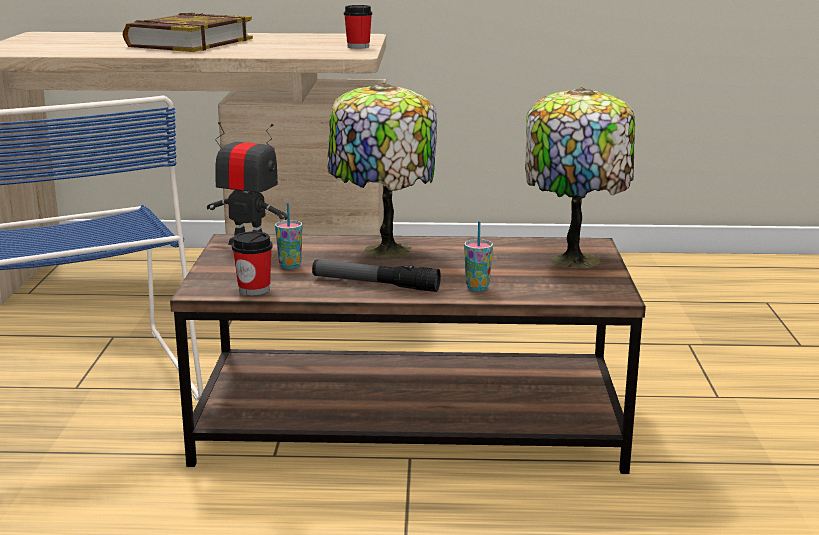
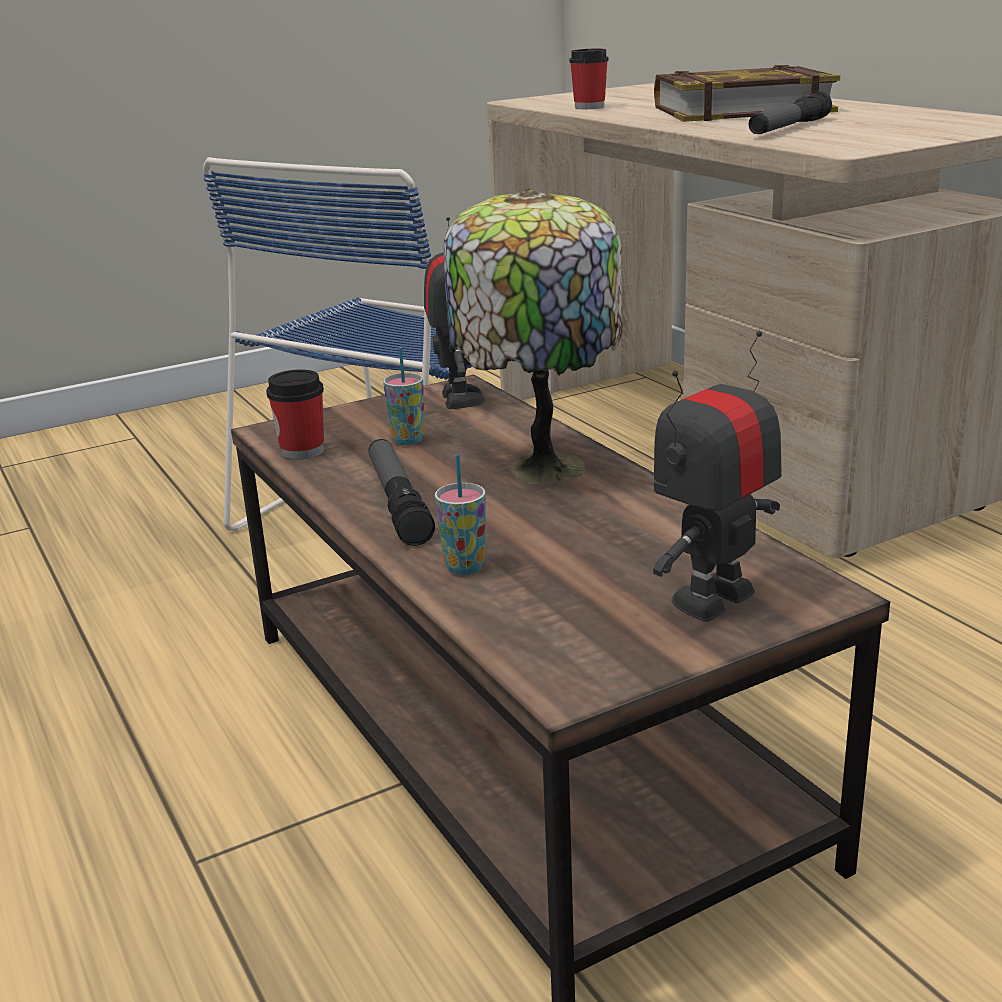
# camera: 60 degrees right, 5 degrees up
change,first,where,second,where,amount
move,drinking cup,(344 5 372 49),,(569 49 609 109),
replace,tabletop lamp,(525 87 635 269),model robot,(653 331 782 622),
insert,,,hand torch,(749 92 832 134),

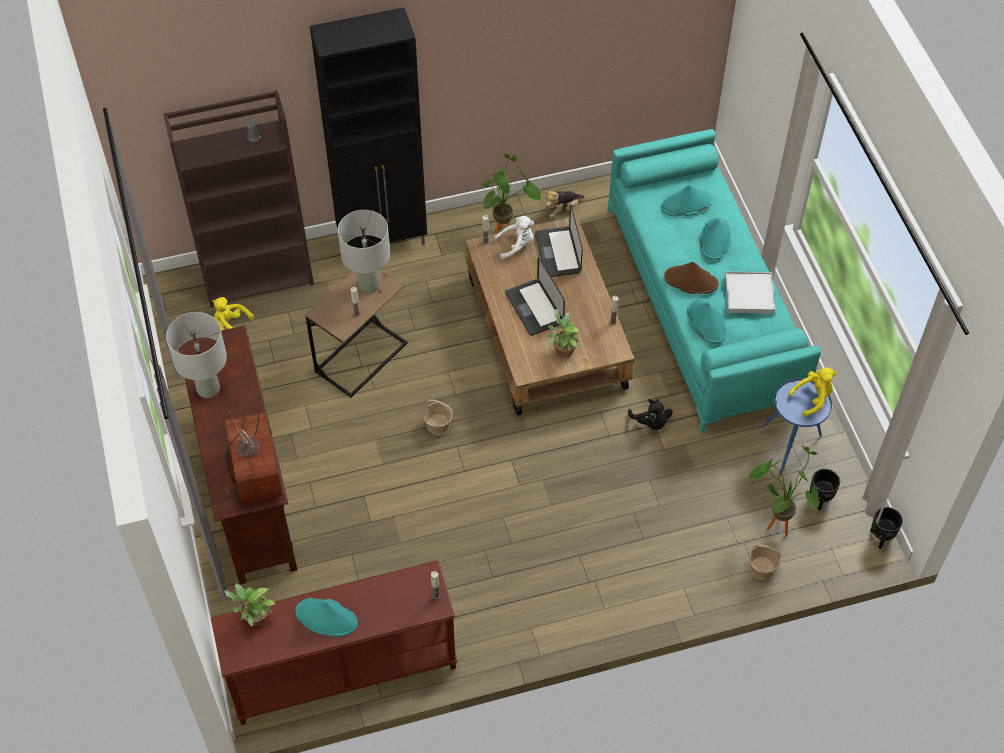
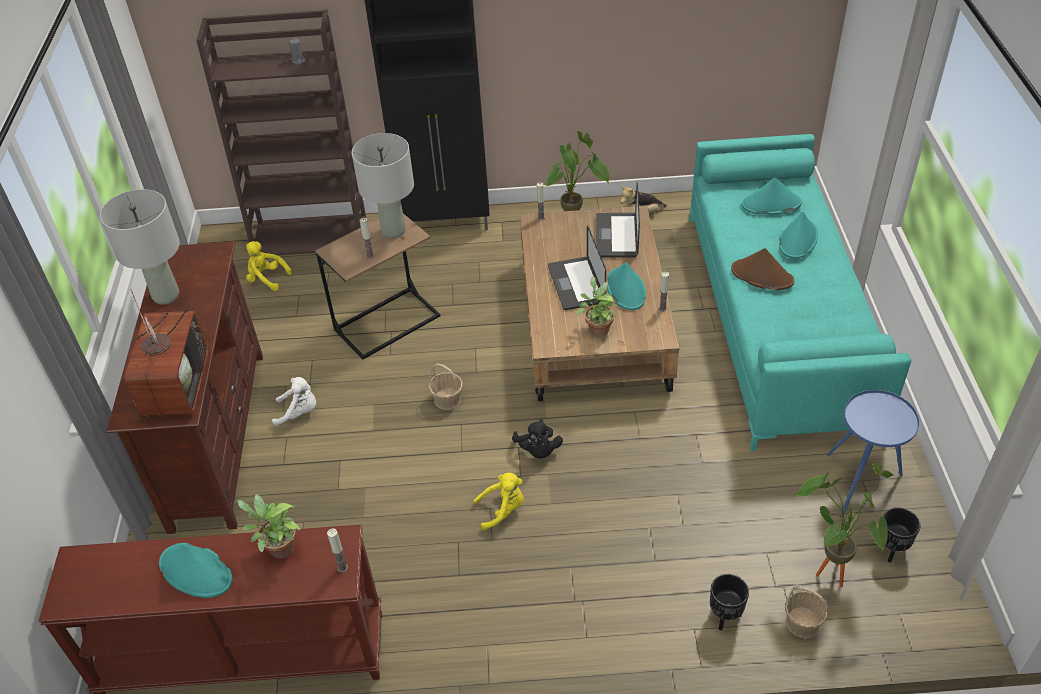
# camera: 15 degrees right, 10 degrees down
change,first,where,second,where,amount
move,potted plant,(224 583 276 626),,(237 494 300 559),
move,white-coloured cuddly toy,(494 216 534 259),,(272 377 316 426),
move,blackish cuddly toy,(628 399 673 430),,(512 419 563 459),
move,blue-green clothing hat,(687 300 726 344),,(607 262 646 310),
delete,white-coloured serving tray,(725 272 775 314),,,
move,yellow-coloured cuddly toy,(788 367 837 417),,(474 473 524 530),
move,blackish planter,(870 507 903 549),,(710 574 749 631),

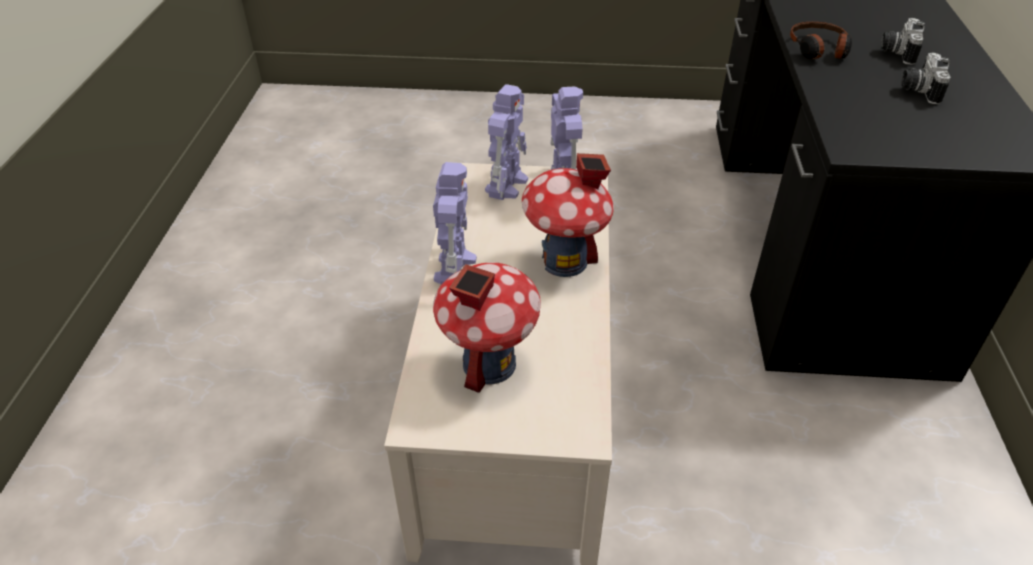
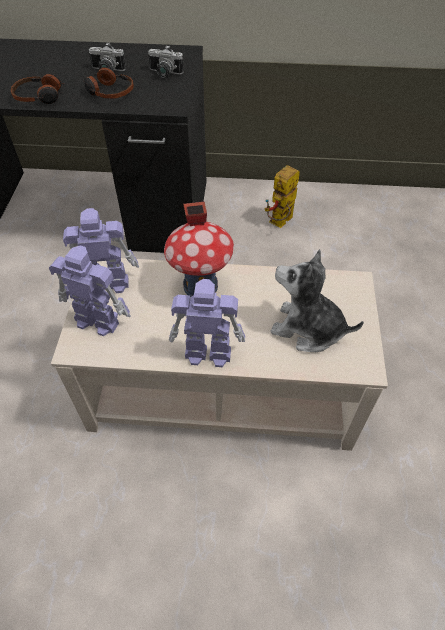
# camera: 90 degrees left, 10 degrees up
change,first,where,second,where,amount
replace,toy house,(433 262 541 393),cuddly toy,(270 249 364 352),
move,still camera,(880 18 925 65),,(148 45 184 78),
insert,,,pair of headphones,(83 67 134 99),
insert,,,model robot,(264 165 300 228),

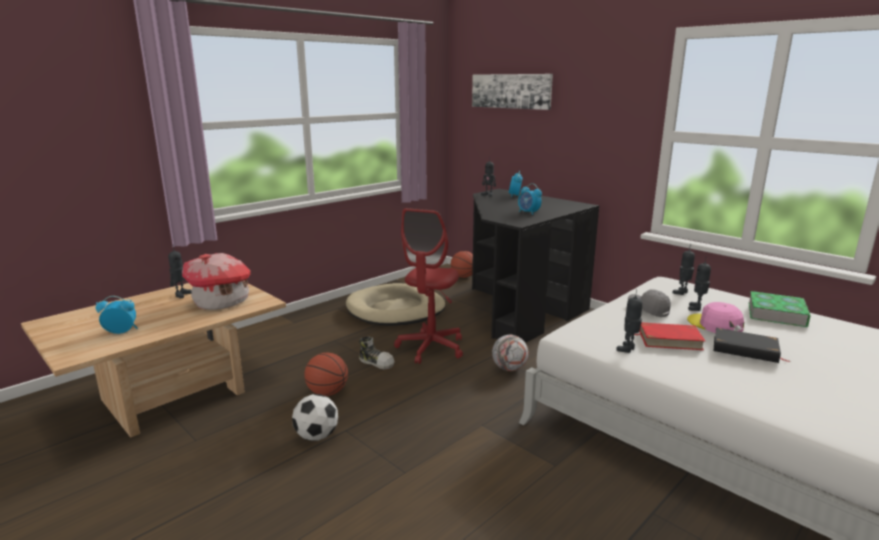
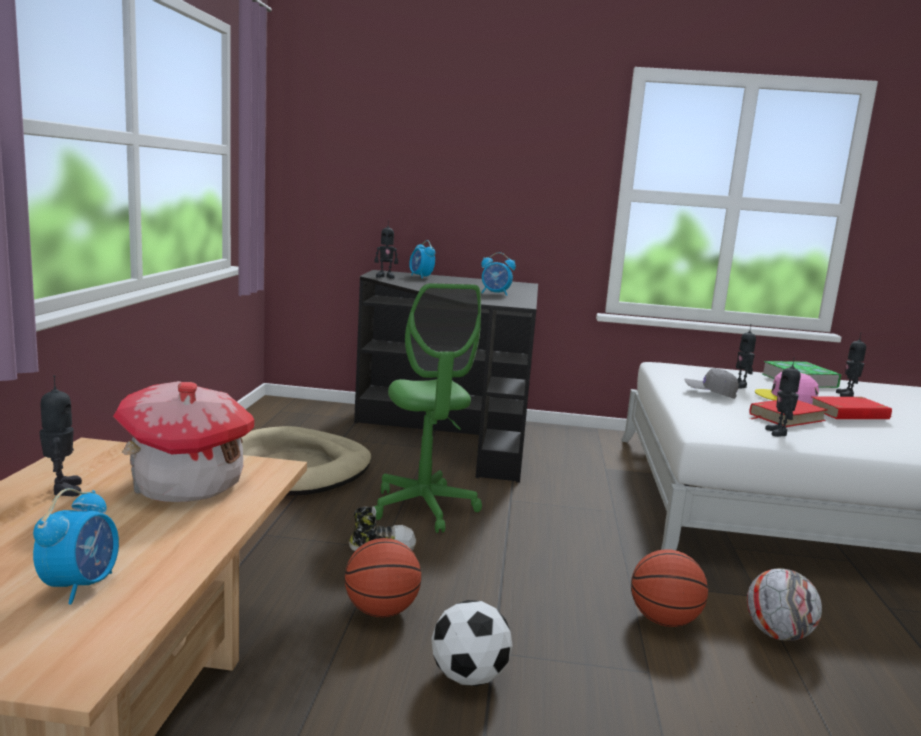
# camera: 40 degrees left, 5 degrees down
change,first,where,second,where,amount
rotate,alarm clock,(96 296 138 334),,(33 488 119 605),150 degrees clockwise
recolor,red computer chair,(394 208 463 364),green-coloured computer chair,(374 283 482 533),
move,basketball,(451 251 473 278),,(631 549 708 627),
delete,wall picture,(472 74 553 110),,,
move,football ball,(492 335 529 371),,(747 568 822 641),
move,model robot,(672 244 695 295),,(836 334 866 397),
recolor,blackish bound book,(714 328 789 363),red bound book,(811 396 892 419),

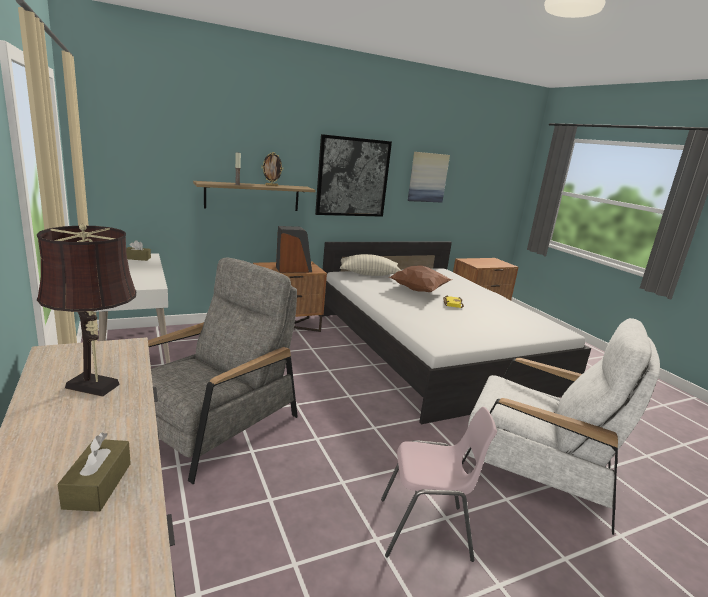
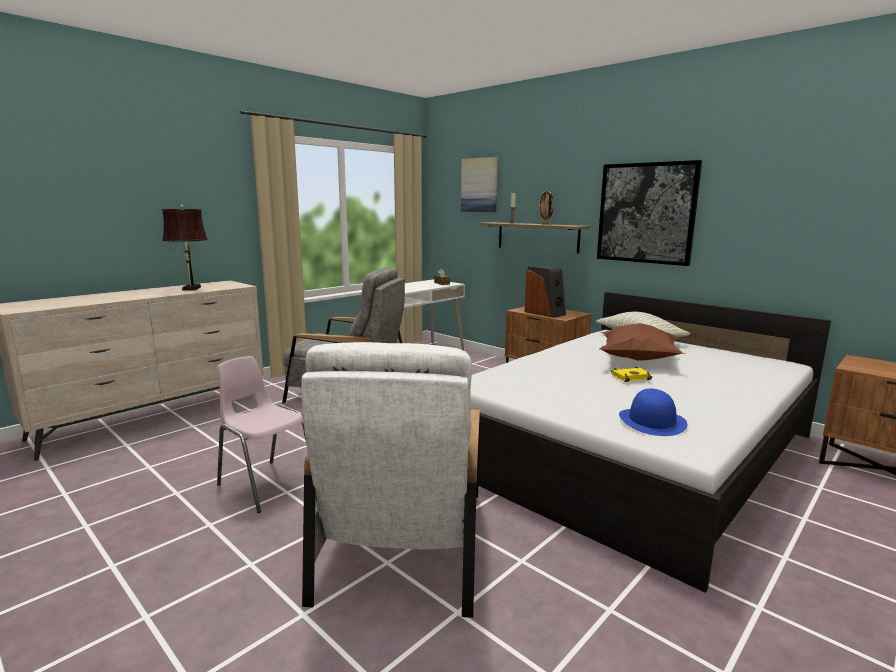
# camera: 70 degrees right, 5 degrees down
change,first,where,second,where,amount
delete,brownish tissue box,(58 432 131 512),,,
rotate,pink-coloured upright chair,(381 407 497 562),,(217 356 307 513),150 degrees clockwise
move,wall picture,(408 152 450 203),,(461 157 498 212),
insert,,,bluish clothing hat,(619 388 687 436),

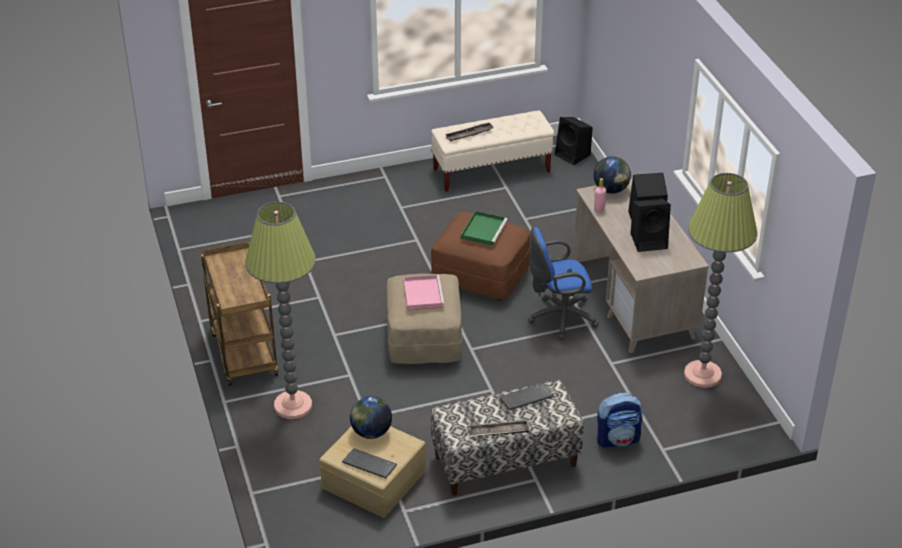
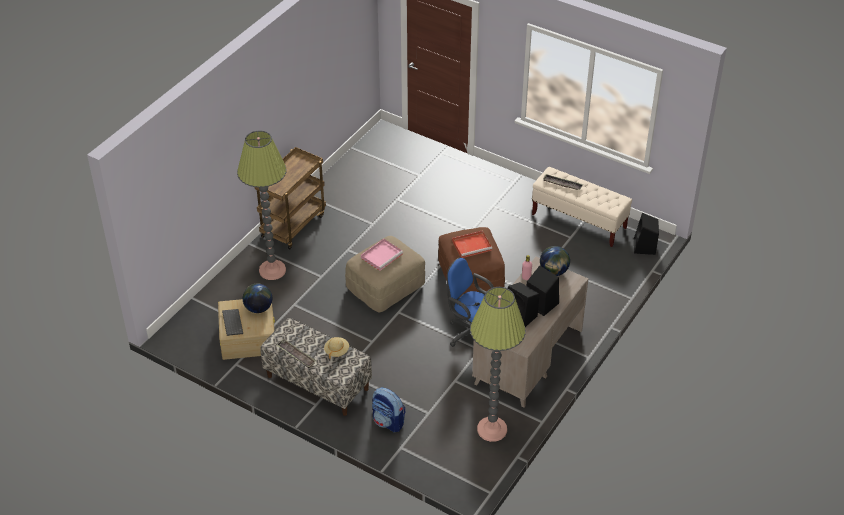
# camera: 50 degrees right, 5 degrees up
change,first,where,second,where,amount
recolor,green-coloured serving tray,(461 211 508 246),red serving tray,(452 231 492 258),
replace,PC keyboard,(499 383 553 410),sand-coloured clothing hat,(324 337 349 359),

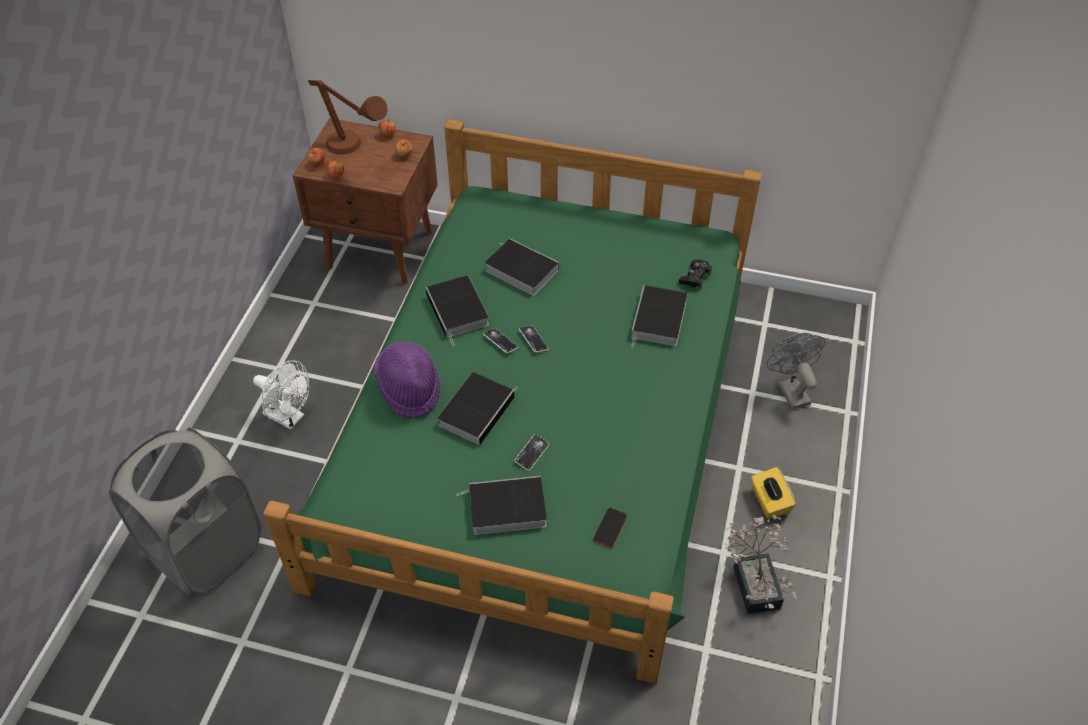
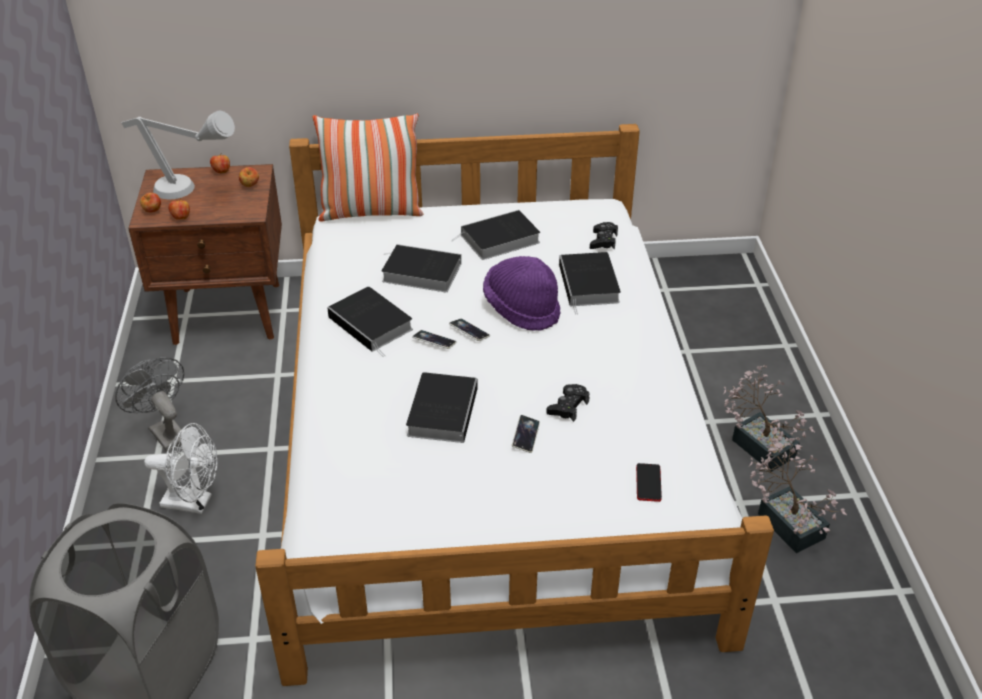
# camera: 20 degrees left, 10 degrees down
change,first,where,second,where,amount
recolor,green-coloured sleeping bed,(263 120 762 684),white-coloured sleeping bed,(255 124 774 686),
recolor,brownish tabletop lamp,(308 80 388 155),greyish tabletop lamp,(121 111 235 199),
move,purple clothing hat,(373 342 441 418),,(483 256 560 331),
move,bound book,(456 476 547 535),,(451 210 540 260),
replace,yellow-coloured tissue box,(751 467 796 518),potted plant,(723 365 815 472),
move,greyish cooling fan,(767 333 825 409),,(115 357 184 452),
insert,,,cushion,(313 114 423 222),
insert,,,blackish gamepad,(546 384 590 422),

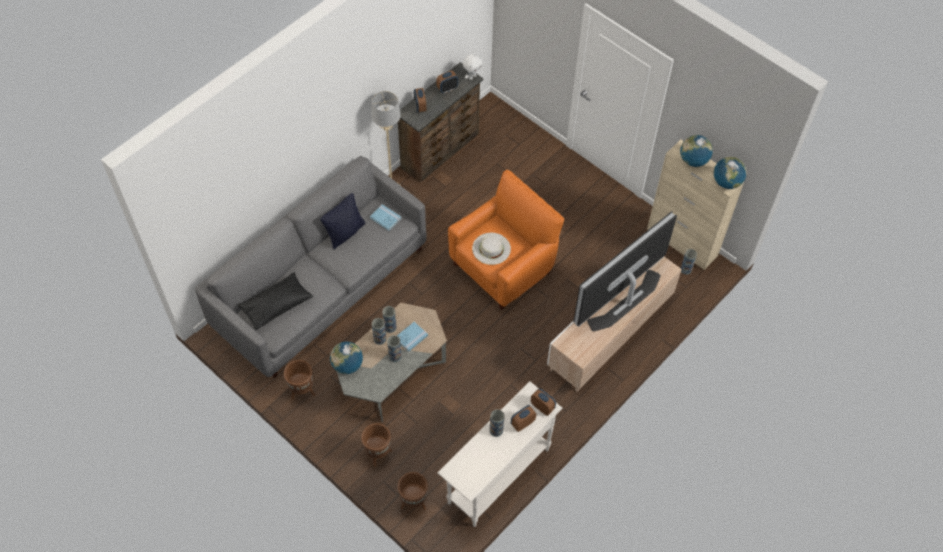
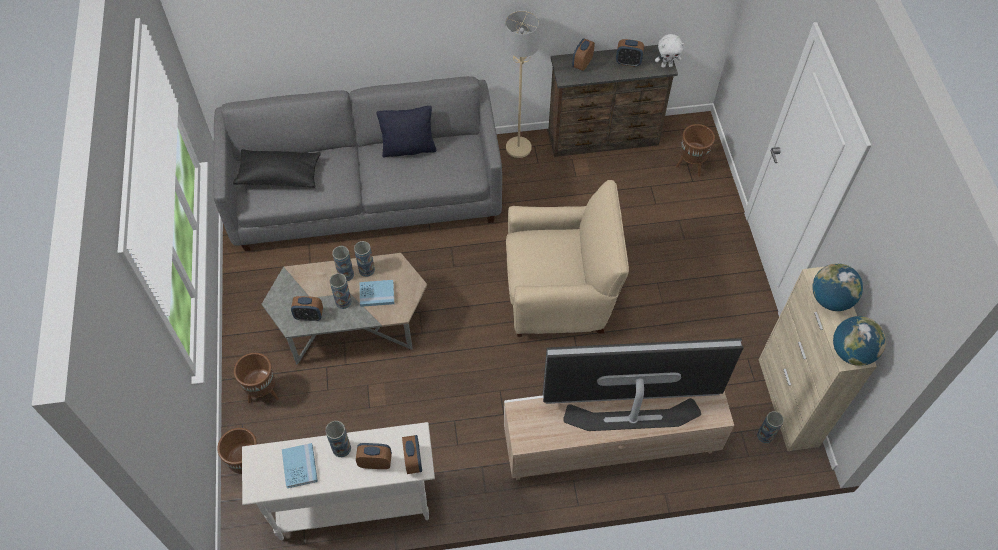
# camera: 40 degrees right, 0 degrees up
change,first,where,second,where,amount
move,brownish planter,(284 360 315 400),,(676 124 715 177),
delete,desk globe,(330 342 363 374),,,
move,bluish bound book,(370 204 401 231),,(282 443 318 488),
recolor,orangey lounge chair,(448 170 564 310),sand-coloured lounge chair,(506 180 629 337),
delete,white-coloured clothing hat,(472 233 511 265),,,
insert,,,alarm clock,(291 296 323 321),

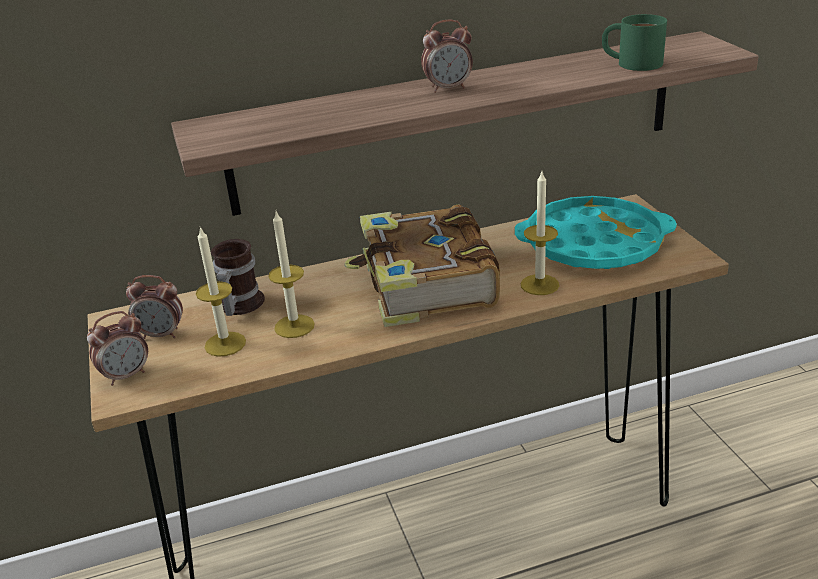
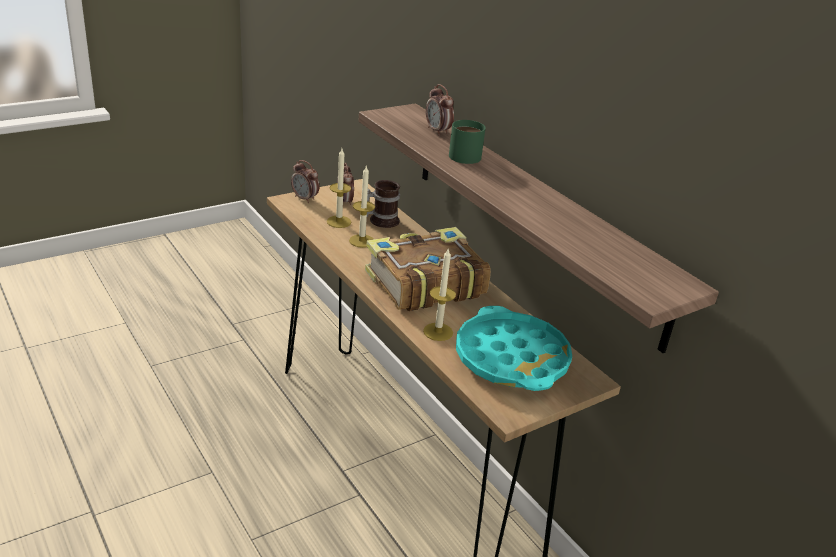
# camera: 70 degrees right, 0 degrees up
change,first,where,second,where,amount
move,alarm clock,(421 20 473 93),,(426 84 454 136),
move,green-coloured tea mug,(602 14 667 71),,(449 120 486 164),

